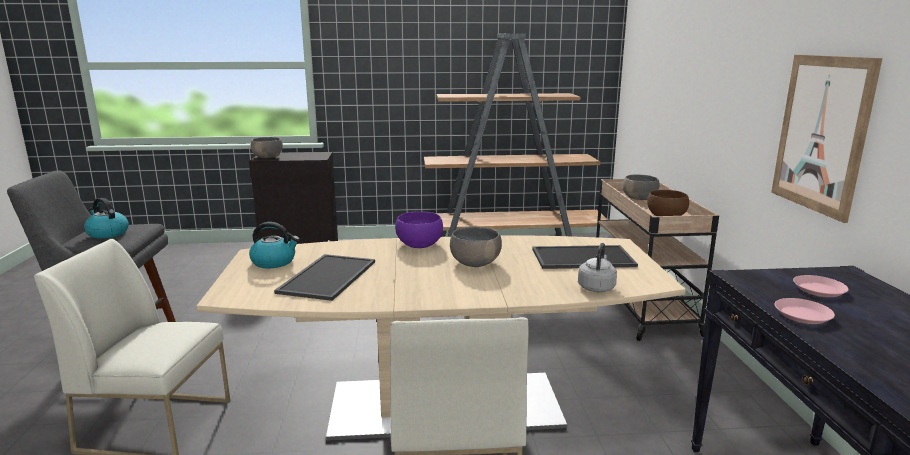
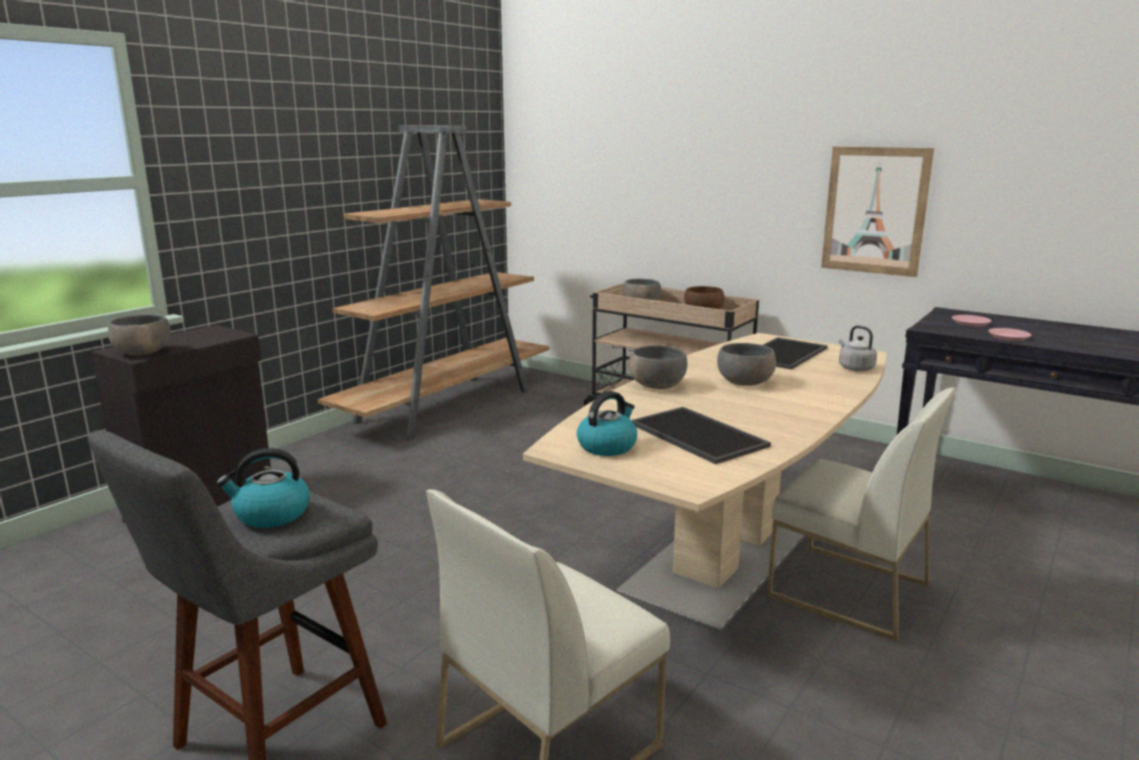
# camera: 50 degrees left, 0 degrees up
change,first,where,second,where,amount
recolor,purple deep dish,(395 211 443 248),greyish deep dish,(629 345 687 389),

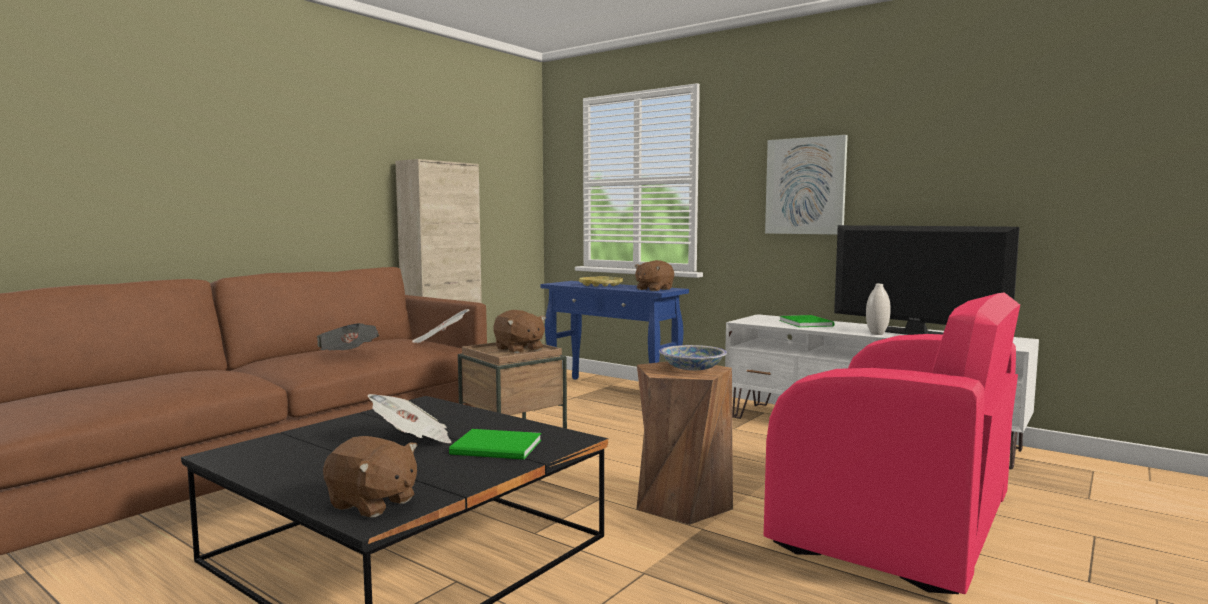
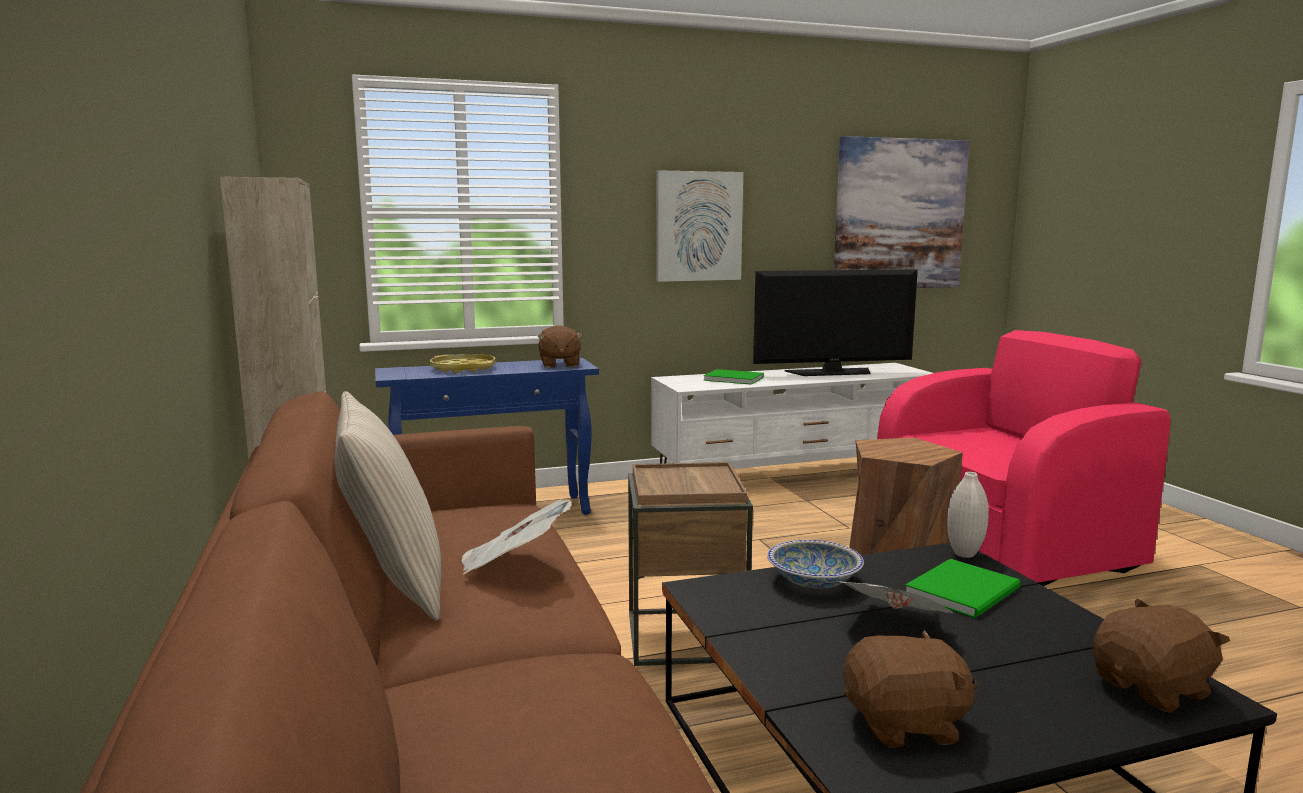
# camera: 55 degrees left, 5 degrees up
change,first,where,second,where,amount
delete,daily paper,(412 309 470 343),,,
move,brownish cuddly toy,(493 310 546 353),,(843 630 977 748),
move,deep dish,(659 345 727 370),,(767 540 864 588),
move,white-coloured decorative vase,(866 284 891 335),,(947 472 989 558),
insert,,,sand-coloured cushion,(335 391 441 621),
insert,,,wall picture,(834 136 969 288),

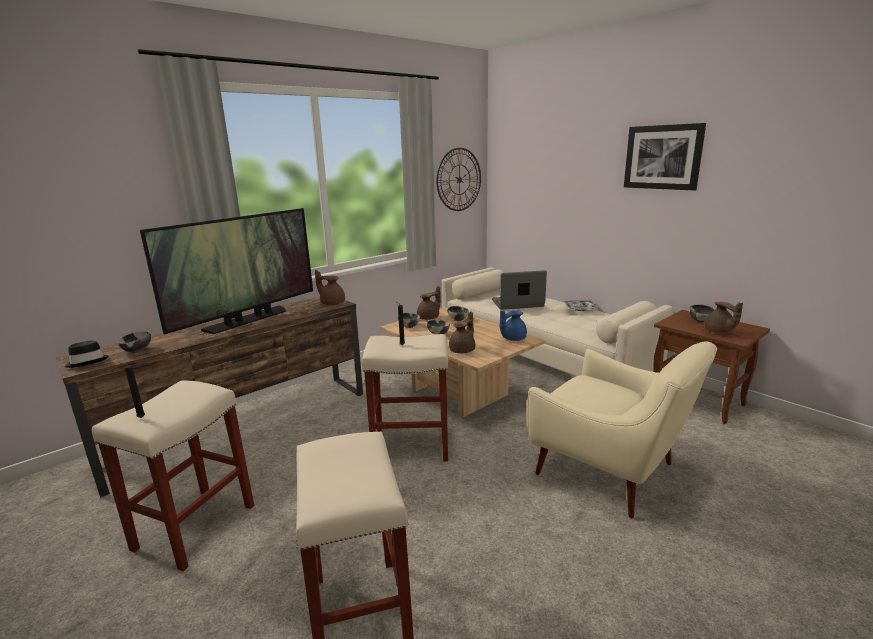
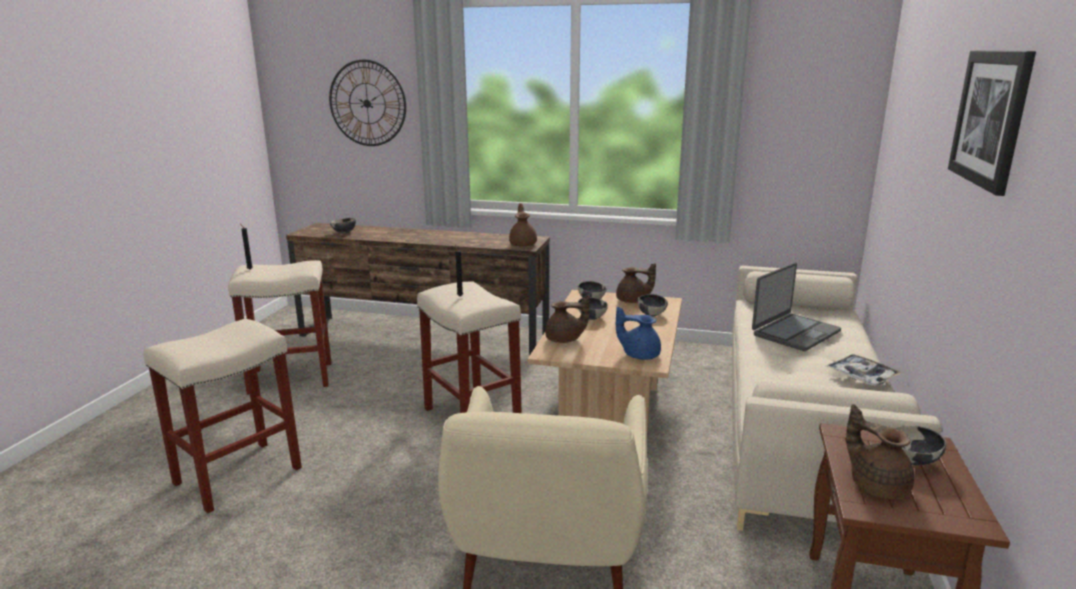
# camera: 55 degrees right, 0 degrees up
change,first,where,second,where,amount
delete,blackish clothing hat,(65 341 109 368),,,
delete,TV,(140 208 313 334),,,
move,clock on the wall,(436 148 481 211),,(329 60 406 146),
rotate,portable computer,(492 270 547 310),,(752 263 841 351),90 degrees clockwise
rotate,brownish tea pot,(704 302 743 334),,(846 404 915 499),105 degrees clockwise

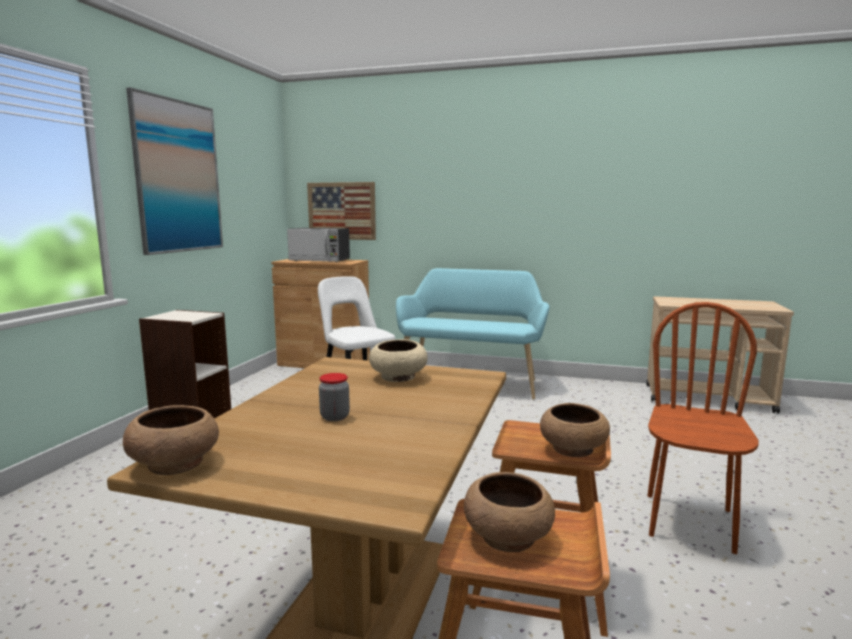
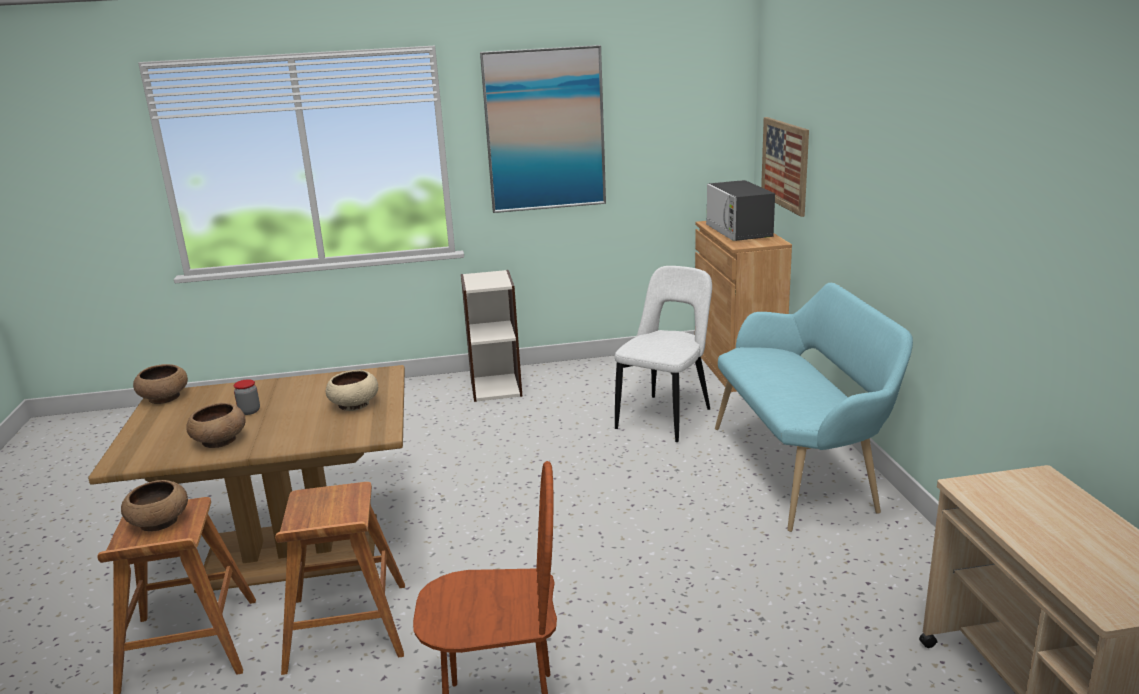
# camera: 65 degrees right, 10 degrees up
change,first,where,second,where,amount
move,brownish deep dish,(540 403 610 457),,(186 403 245 448),

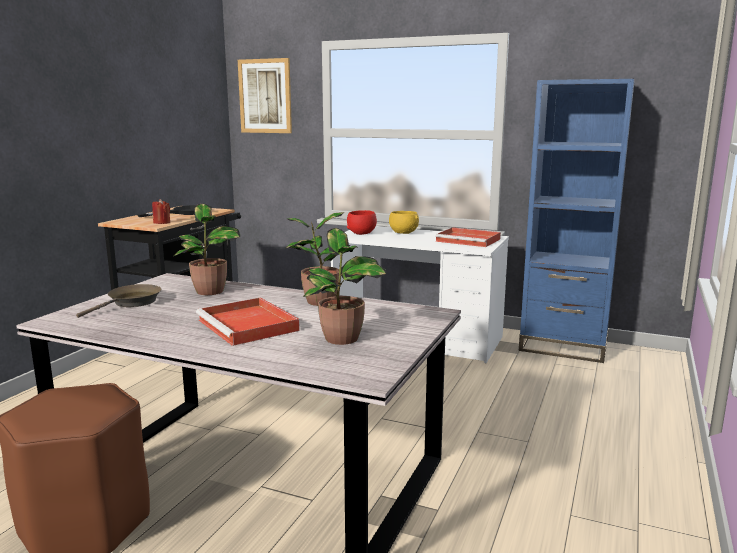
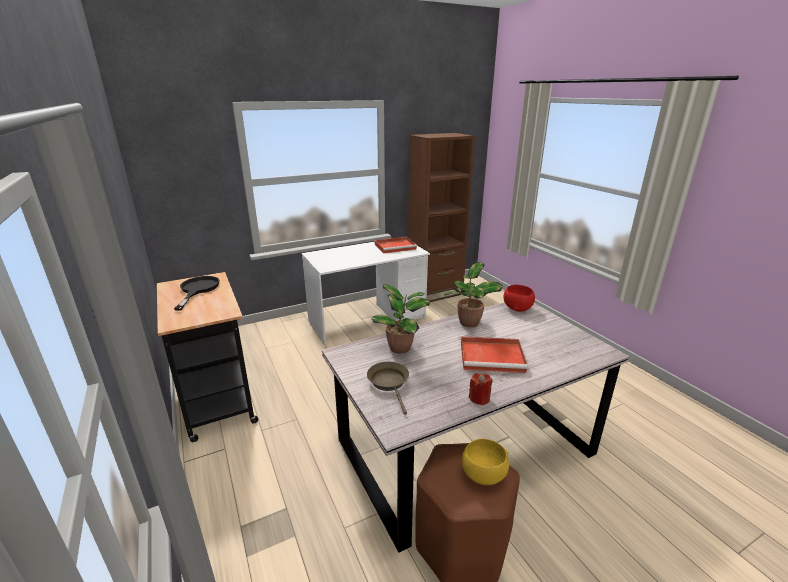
# camera: 50 degrees left, 10 degrees up
change,first,where,second,where,amount
move,red candle,(152 199 170 224),,(469 373 493 405),
delete,wall picture,(238 58 292 133),,,
delete,potted plant,(303 228 387 345),,,
move,red deep dish,(347 210 377 235),,(503 285 535 312),
move,yellow-coloured deep dish,(389 211 419 234),,(462 439 509 485),
recolor,bluish shelving unit,(519 79 635 363),brownish shelving unit,(408 133 475 302),

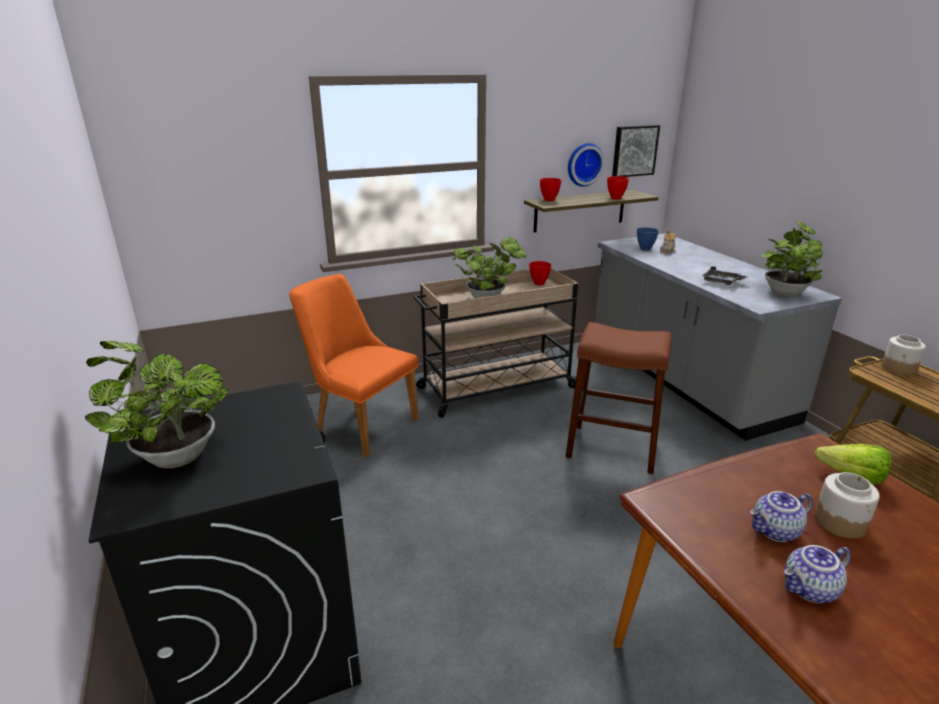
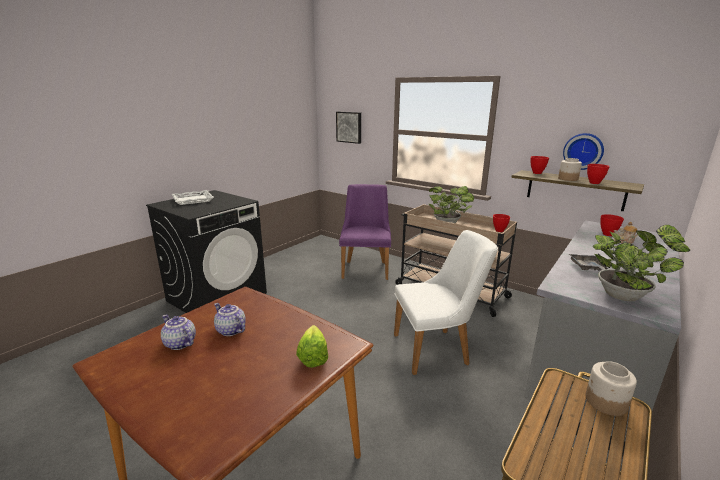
# camera: 60 degrees right, 5 degrees down
change,first,where,second,where,amount
replace,potted plant,(85 341 229 468),white-coloured serving tray,(172 190 214 205),
recolor,orangey upright chair,(289 274 418 457),purple upright chair,(339 184 391 280),
replace,brownish stool,(566 322 671 474),white-coloured upright chair,(394 230 498 375),
move,wall picture,(612 125 660 177),,(336 112 361 144),
recolor,bluish deep dish,(637 227 659 251),red deep dish,(600 214 624 236),
move,storage jar,(814 472 880 539),,(558 158 582 181),

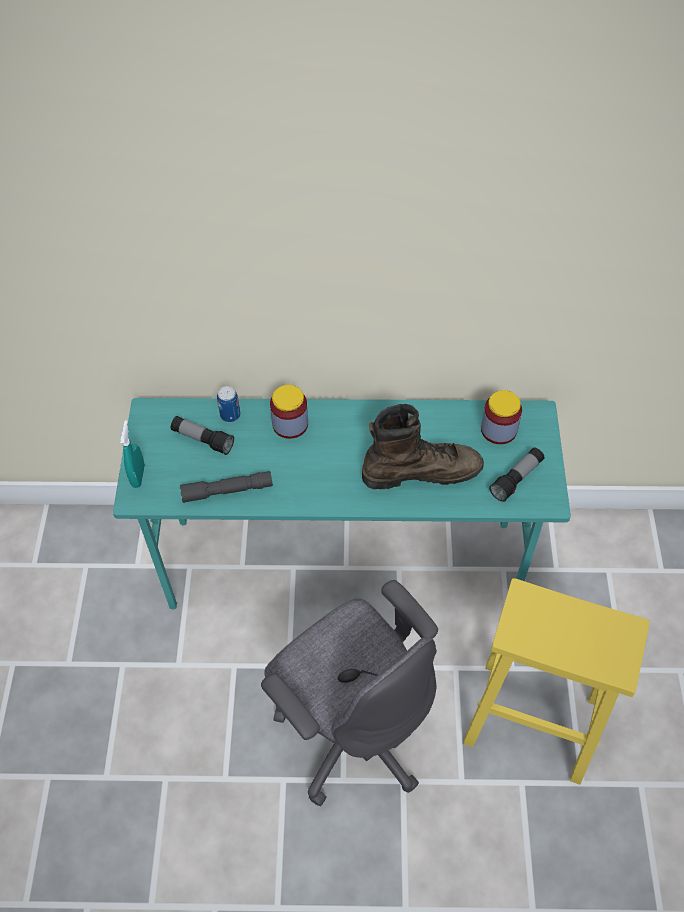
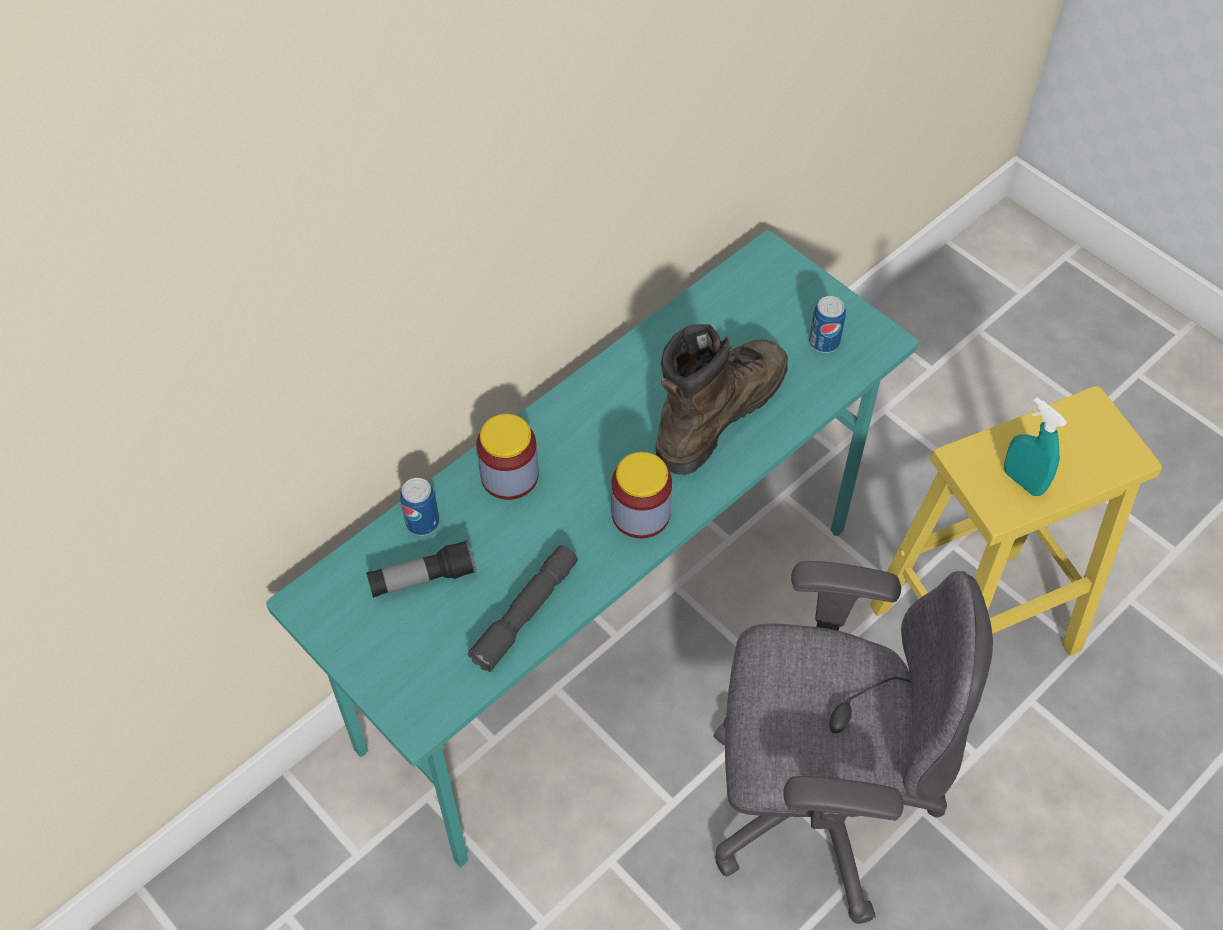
# camera: 45 degrees left, 0 degrees up
change,first,where,second,where,amount
move,blue-green sprayer,(120 420 145 488),,(1004 397 1067 496),
move,storage jar,(481 390 522 444),,(611 452 672 539),
replace,hand torch,(489 447 545 502),can,(809 296 846 353),

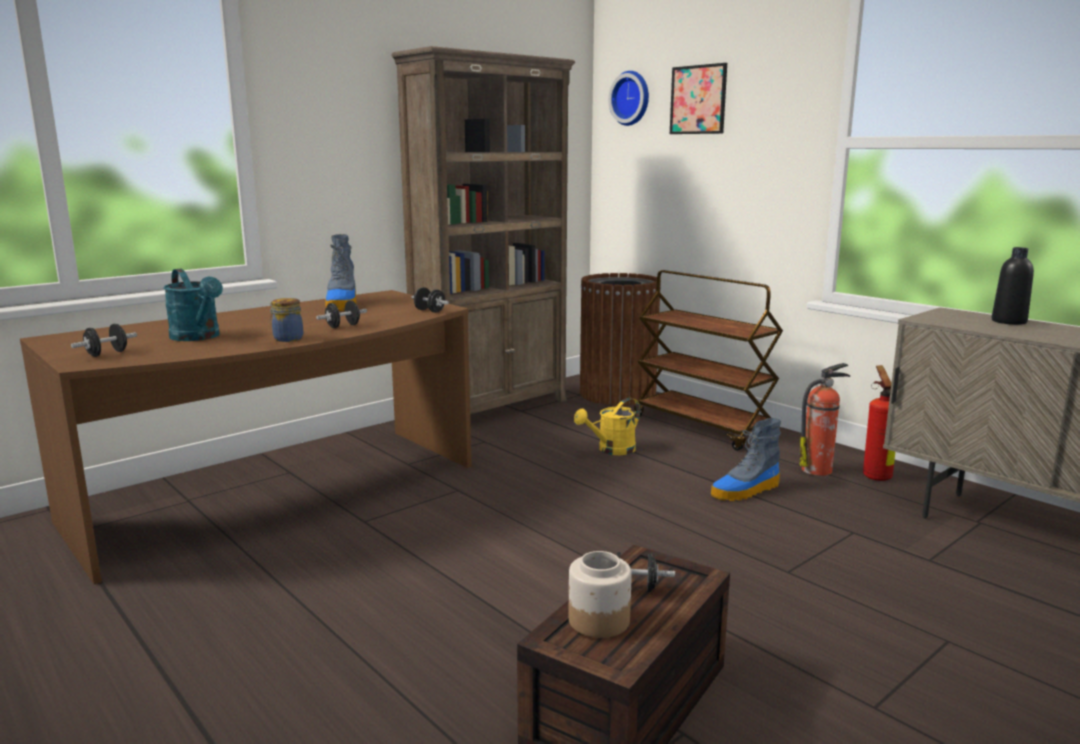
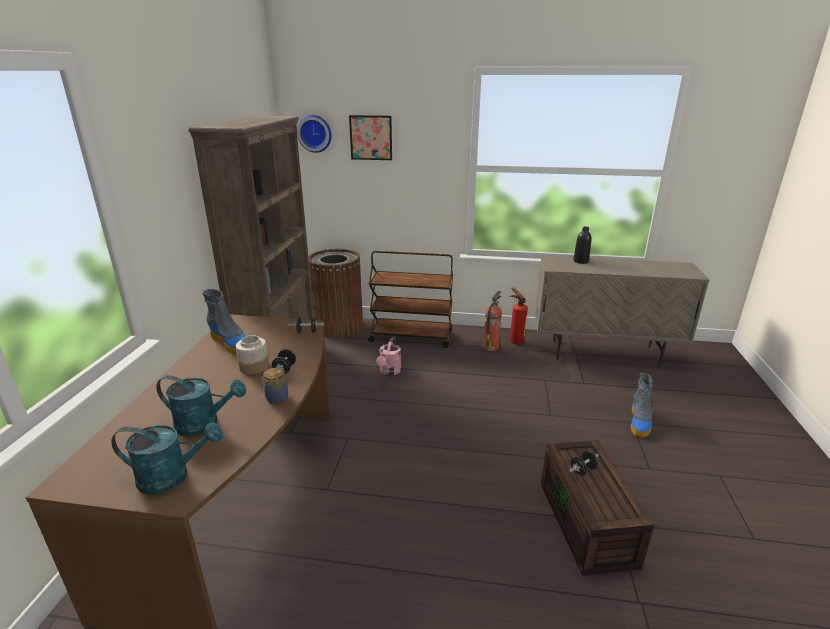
# camera: 40 degrees left, 10 degrees up
change,first,where,second,where,amount
replace,blackish dumbbell,(71 324 137 357),blue-green watering pot,(111 422 223 494),
move,storage jar,(569 551 632 638),,(236 335 269 375),
recolor,yellow-coloured watering pot,(574 398 640 455),pink-coloured watering pot,(376 337 402 376),
move,high-top boot,(711 418 781 501),,(630 373 653 438),

